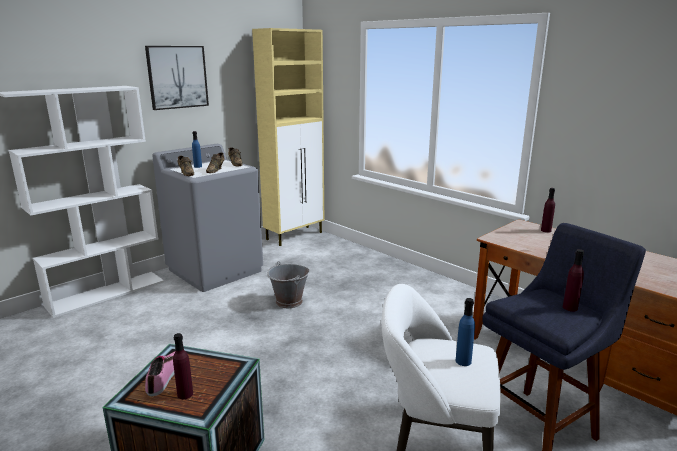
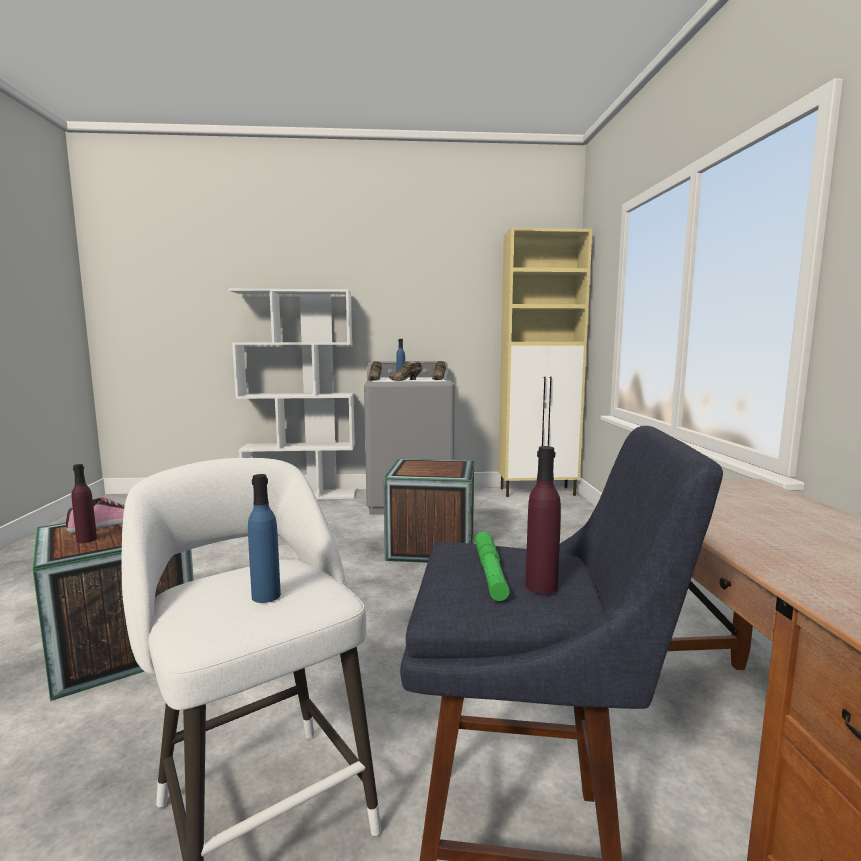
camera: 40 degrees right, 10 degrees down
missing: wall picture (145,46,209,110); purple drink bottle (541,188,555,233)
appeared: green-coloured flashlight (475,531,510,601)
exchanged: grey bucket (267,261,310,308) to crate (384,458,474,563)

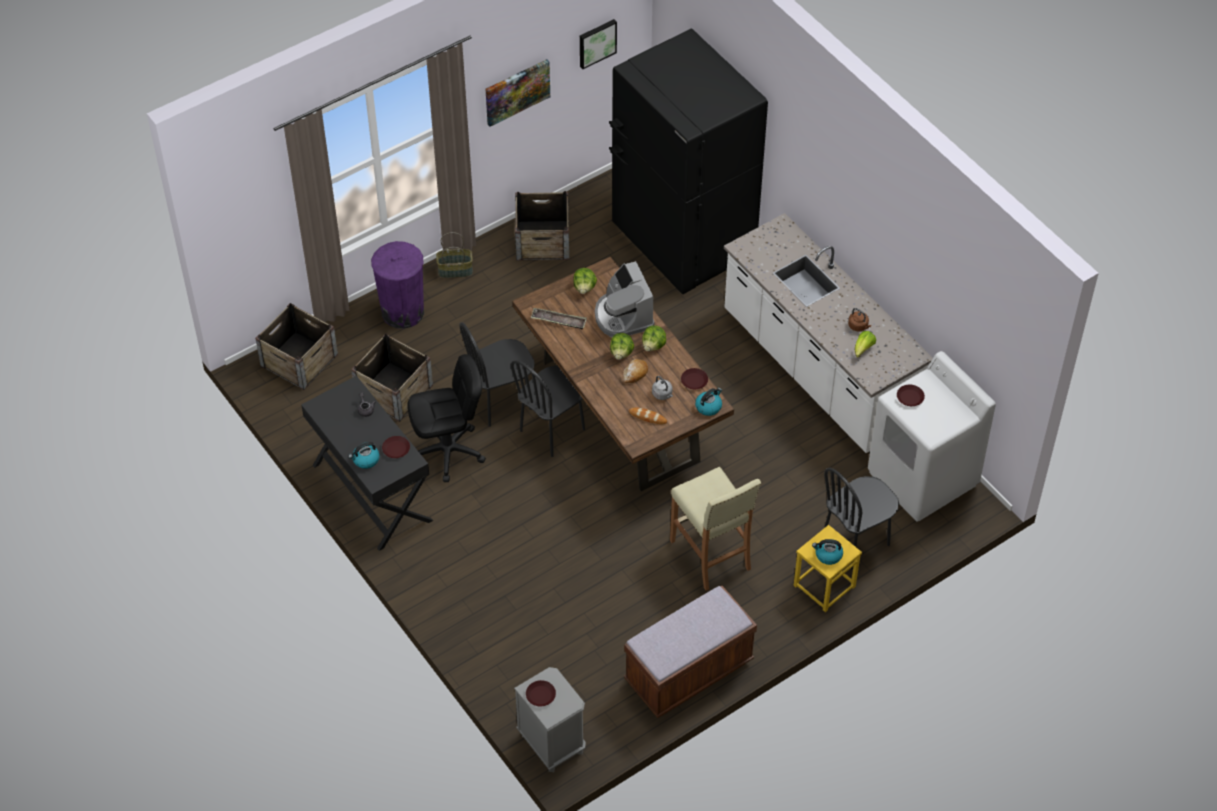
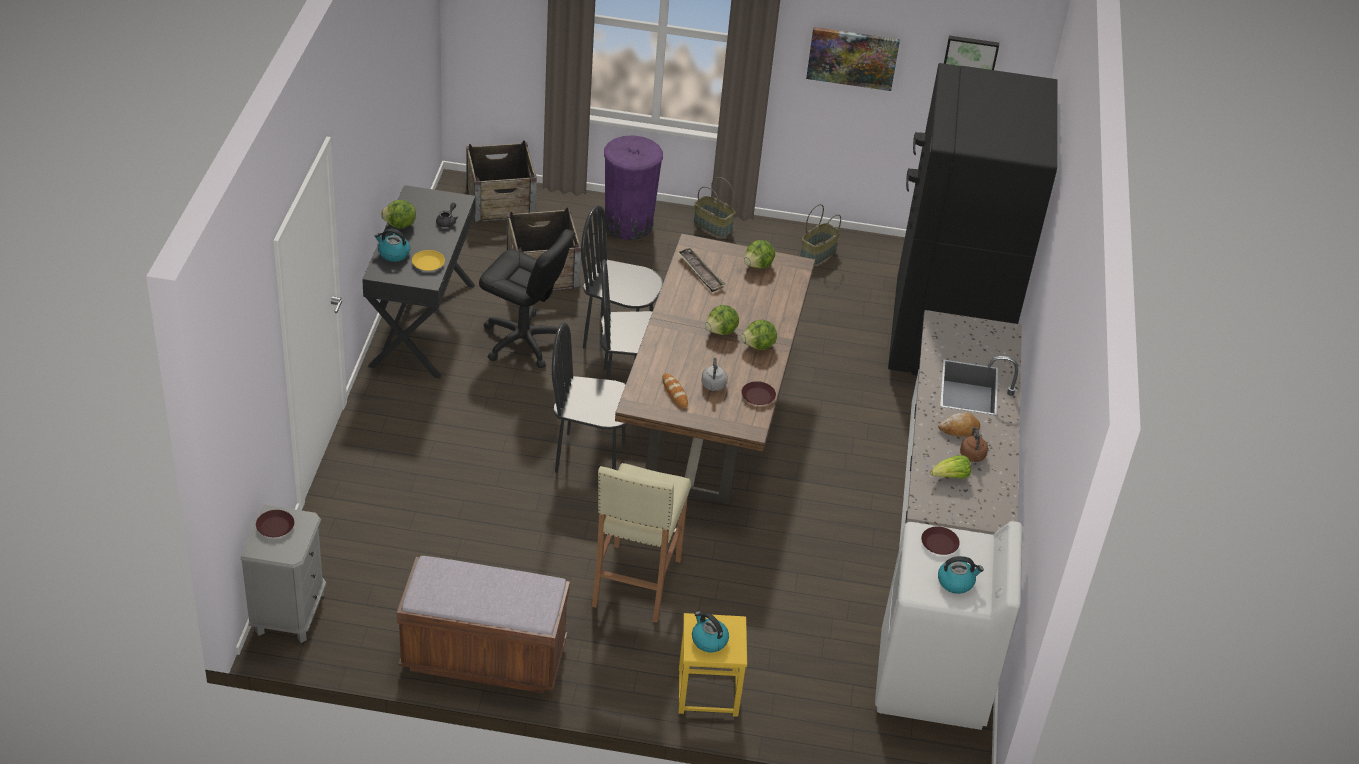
camera: 40 degrees right, 10 degrees down
missing: coffee maker (595,261,655,337)
appeared: lettuce head (381,200,416,229)
relocated: black-coloured chair (824,468,899,570) to (552,322,627,473); baked bread (623,359,648,383) to (938,412,980,437); water kettle (695,388,722,416) to (938,556,984,594)
exchanged: crate (515,191,569,261) to household basket (800,204,841,265)
colour: brownish flat dish (382,436,410,458) to yellow-coloured flat dish (412,250,445,271)

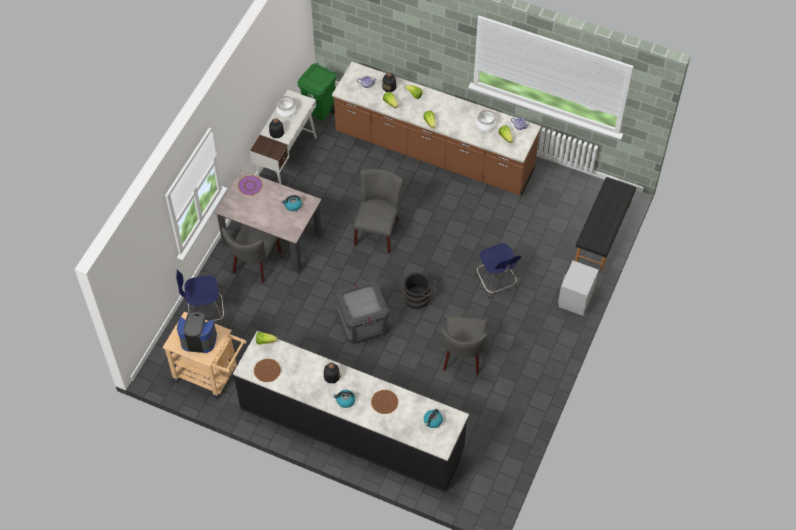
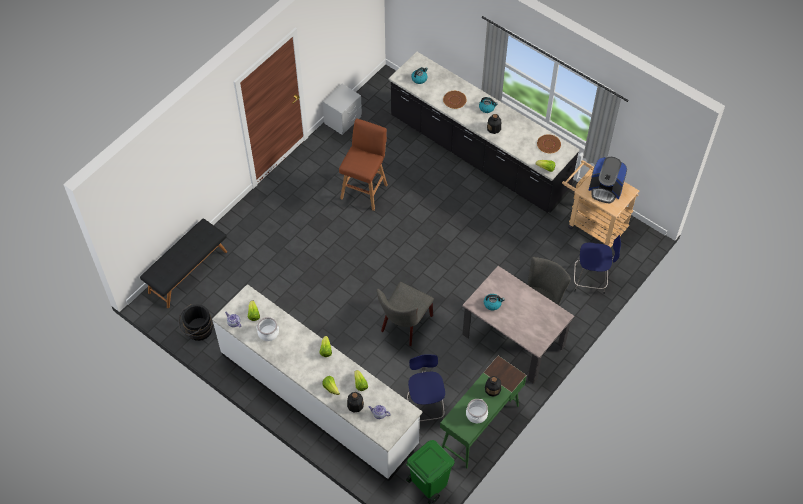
camera: 165 degrees left, 0 degrees up
missing: purple flat dish (238,175,262,195); crate (336,281,389,344)
relocated: black-coloured bucket (403,271,436,309) to (178,304,213,341); grey bedside table (558,261,599,316) to (322,84,362,135); blue-coloured stool seat (476,243,521,299) to (407,354,445,421)
exchanged: grey chair (441,315,488,375) to brownish stool seat (339,119,388,211)
colour: brownish counter (332,62,541,195) to white-coloured counter (212,284,422,482); white-coloured desk unit (250,90,317,184) to green-coloured desk unit (440,356,527,468)

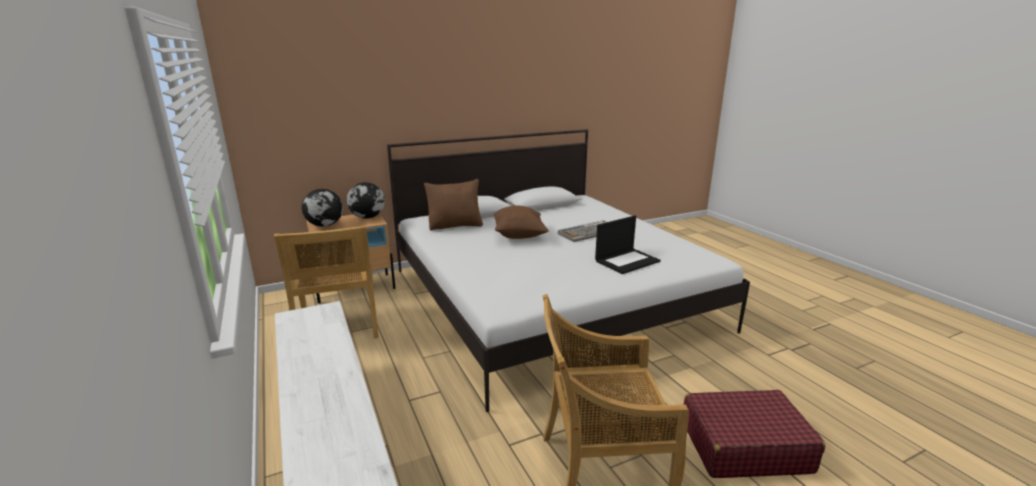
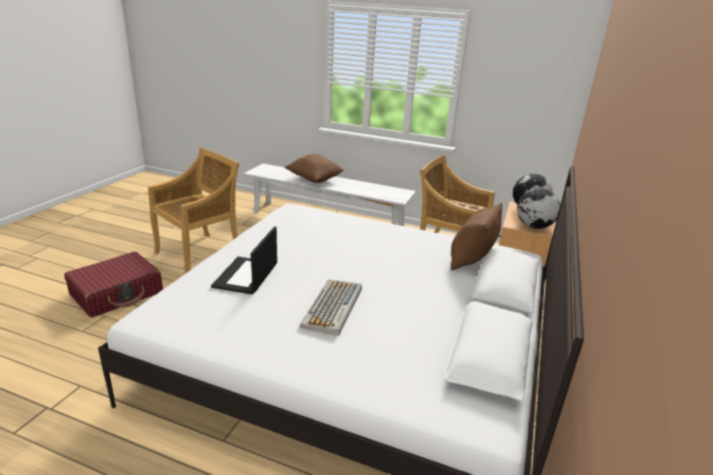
camera: 135 degrees right, 5 degrees up
relocated: brownish throw pillow (494,205,549,239) to (284,154,344,183)

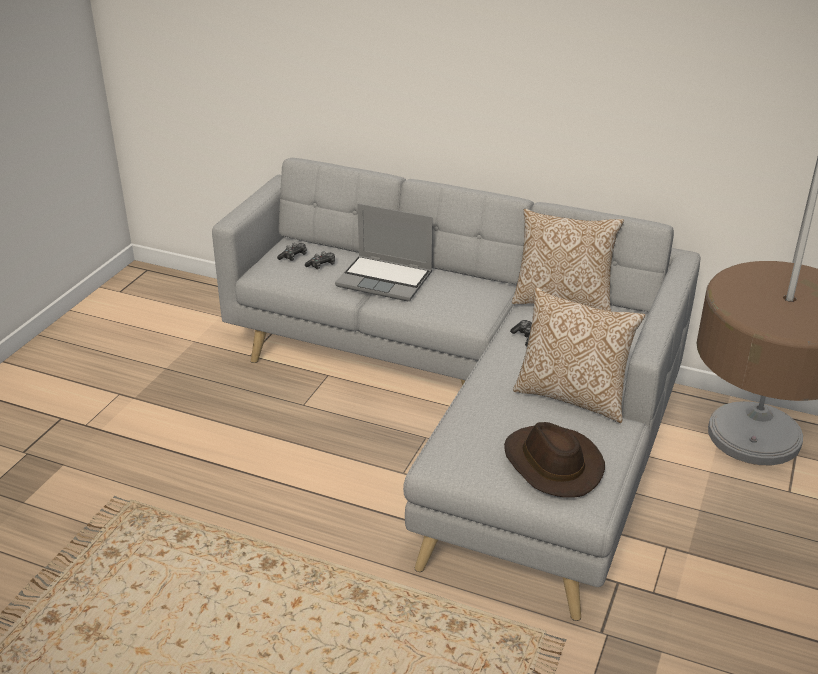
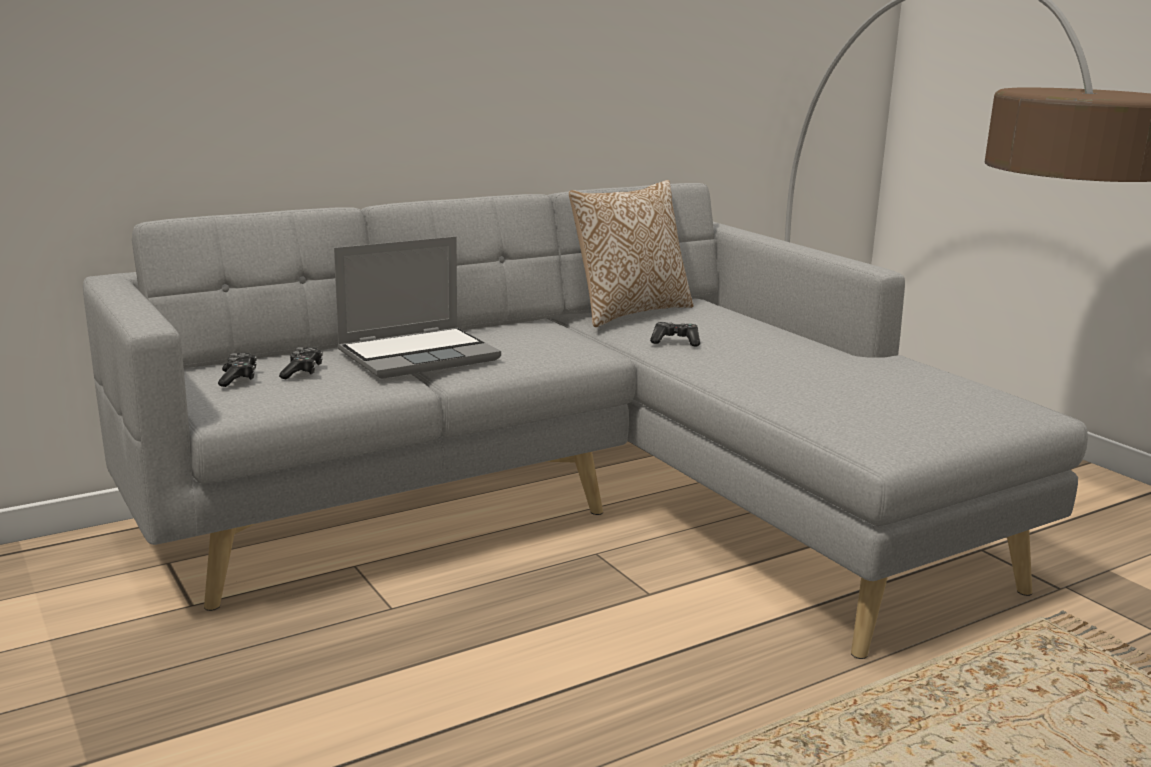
camera: 55 degrees left, 15 degrees down
missing: brownish clothing hat (504,422,605,498); throw pillow (513,288,645,423)

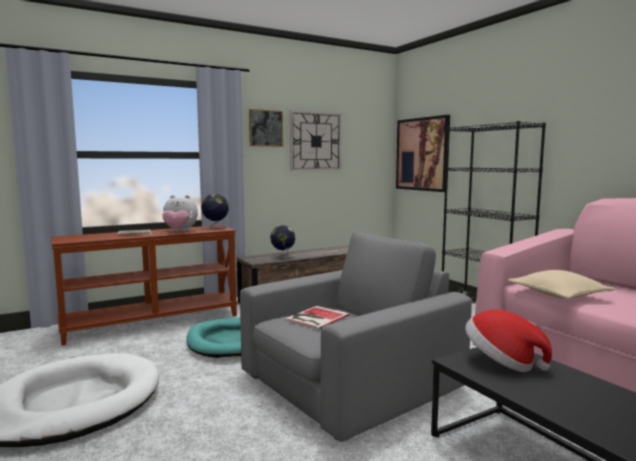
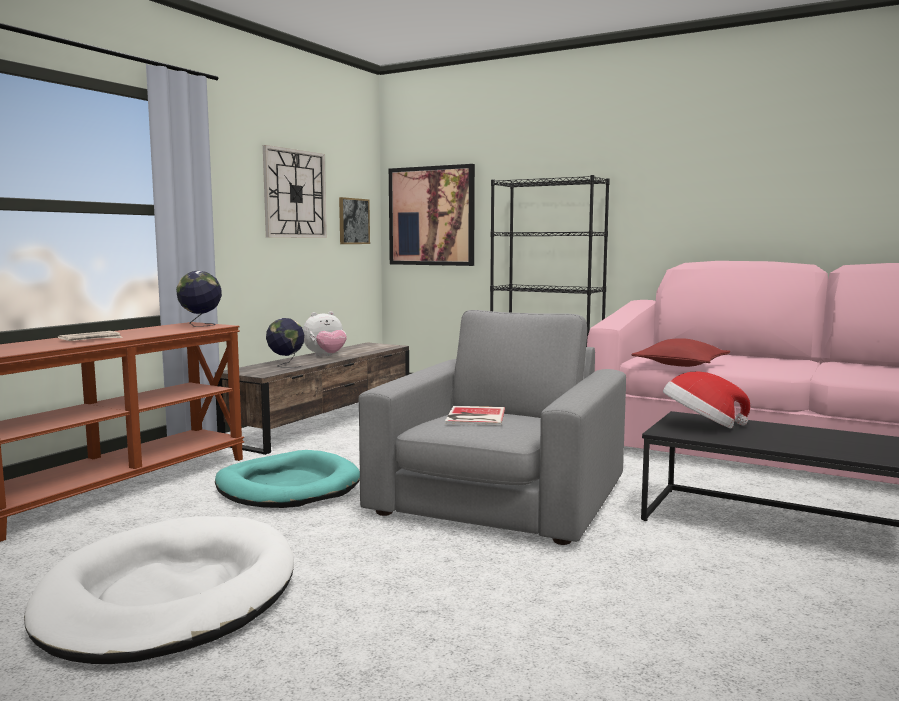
camera: 30 degrees left, 0 degrees up
relocated: soft toy (162,195,198,231) to (303,311,347,357); wall picture (249,109,283,147) to (339,197,370,244)
colour: sand-coloured throw pillow (507,270,616,299) to red-coloured throw pillow (632,338,730,367)

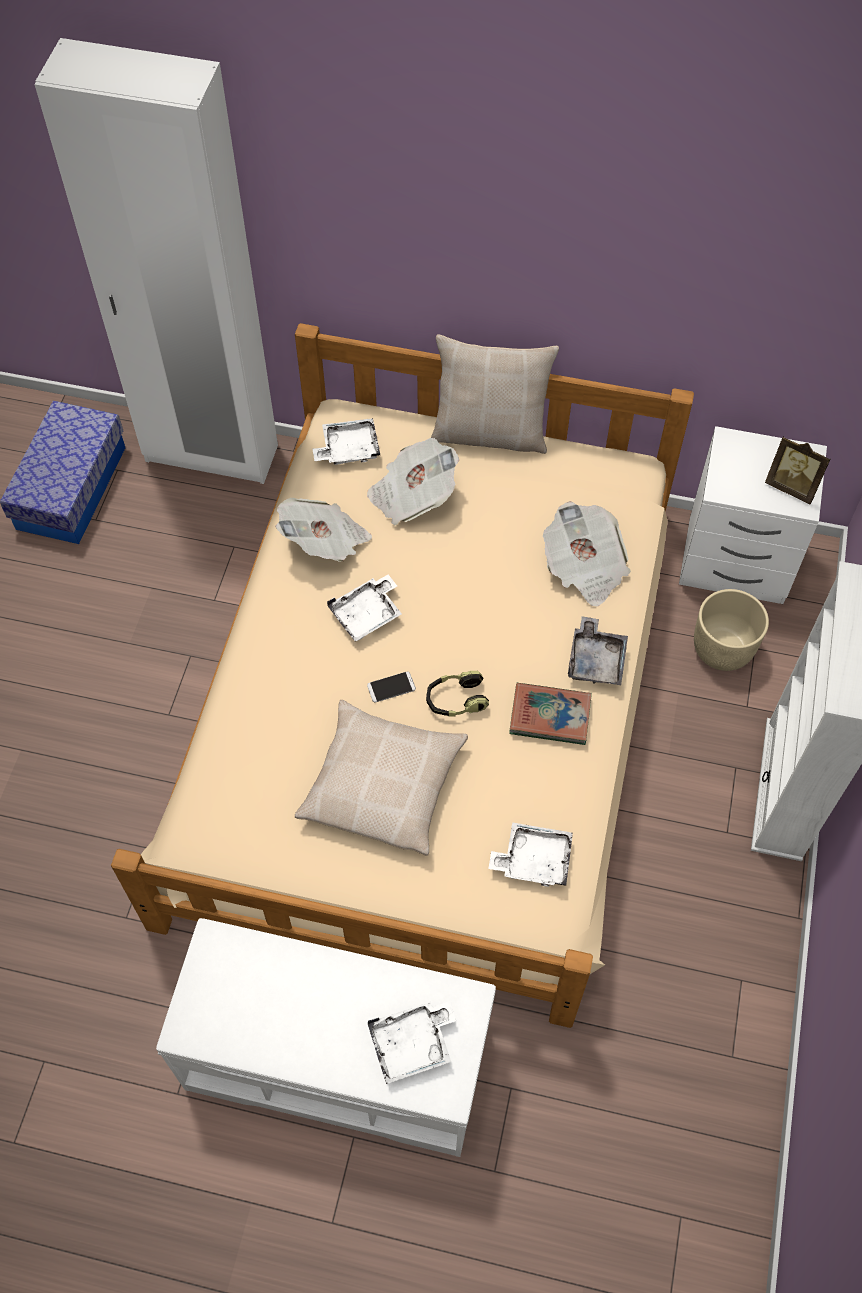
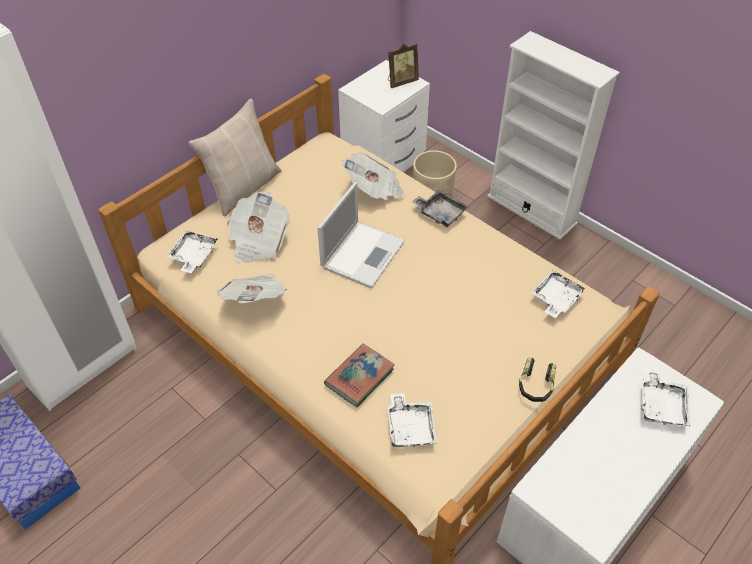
camera: 60 degrees left, 10 degrees down
missing: sand-coloured throw pillow (295,700,468,856); telephone (367,671,416,703)
appeared: portable computer (317,182,405,288)
relocated: bound book (509,683,592,745) to (324,344,395,407); white-coloured tray (327,575,402,642) to (388,393,437,448); pair of headphones (426,671,489,717) to (519,357,556,402)

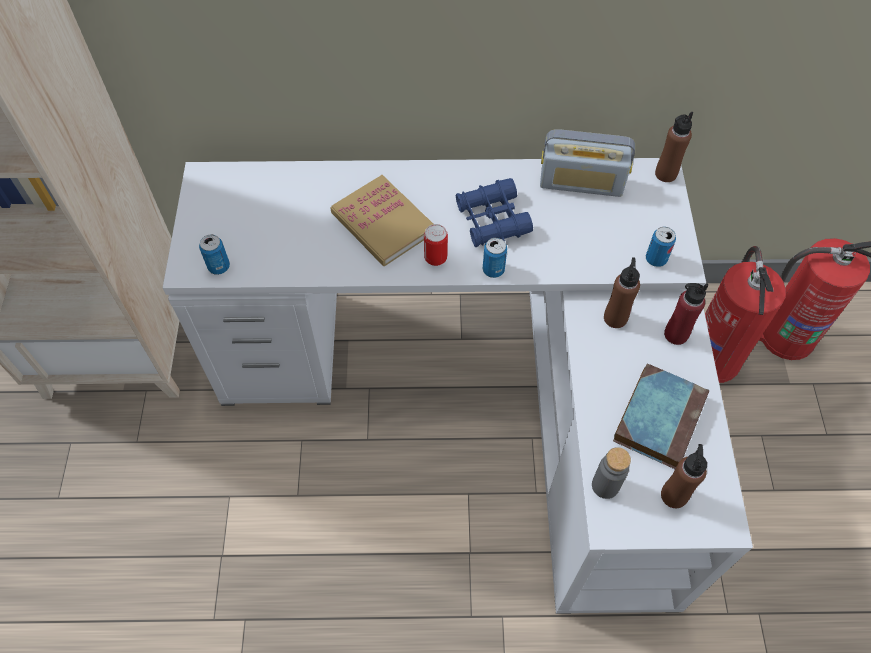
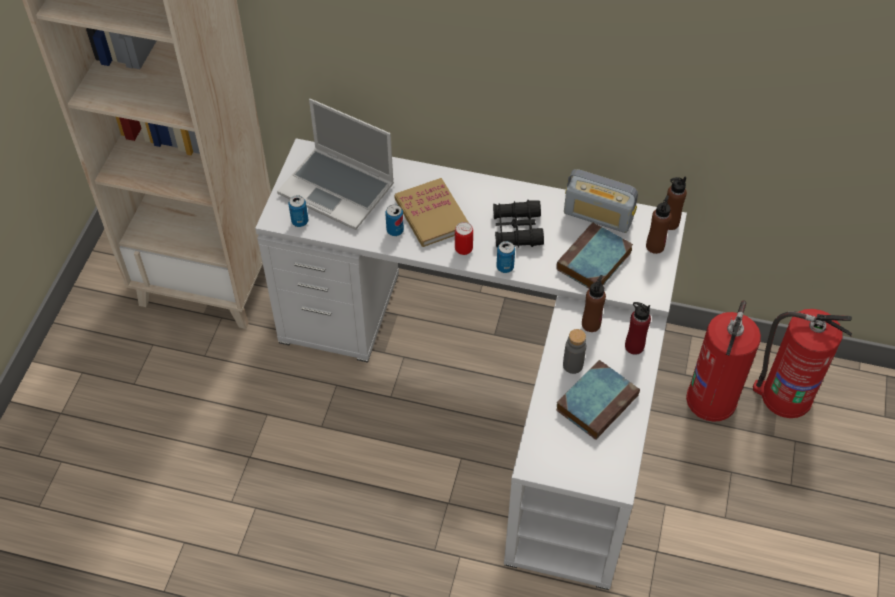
camera: 15 degrees right, 5 degrees down
appeared: portable computer (277,99,394,230); bound book (556,222,633,289)
relocated: sealed can (646,227,676,267) to (385,205,404,236); grey drink bottle (592,447,631,499) to (563,329,586,374); brownish drink bottle (661,444,707,508) to (646,195,672,254)
colour: blue-coloured binoculars (456,178,533,247) to black-coloured binoculars (493,200,544,248)

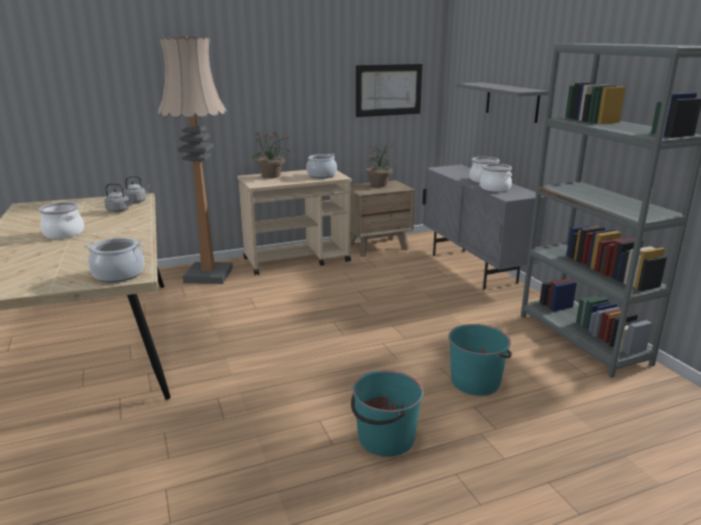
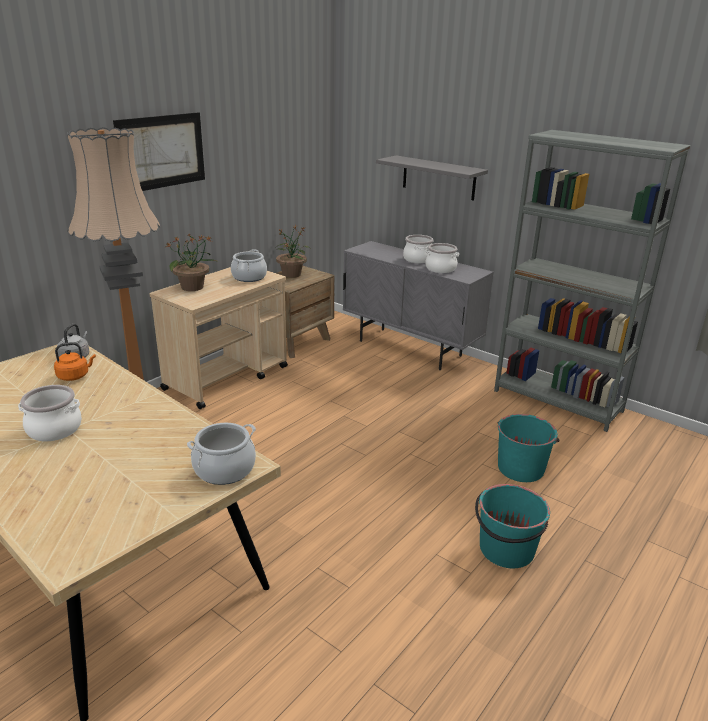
camera: 30 degrees left, 5 degrees up
relocated: wall picture (356,64,422,117) to (113,112,205,191)
colour: grey water kettle (104,183,134,212) to orangey water kettle (54,342,96,381)

